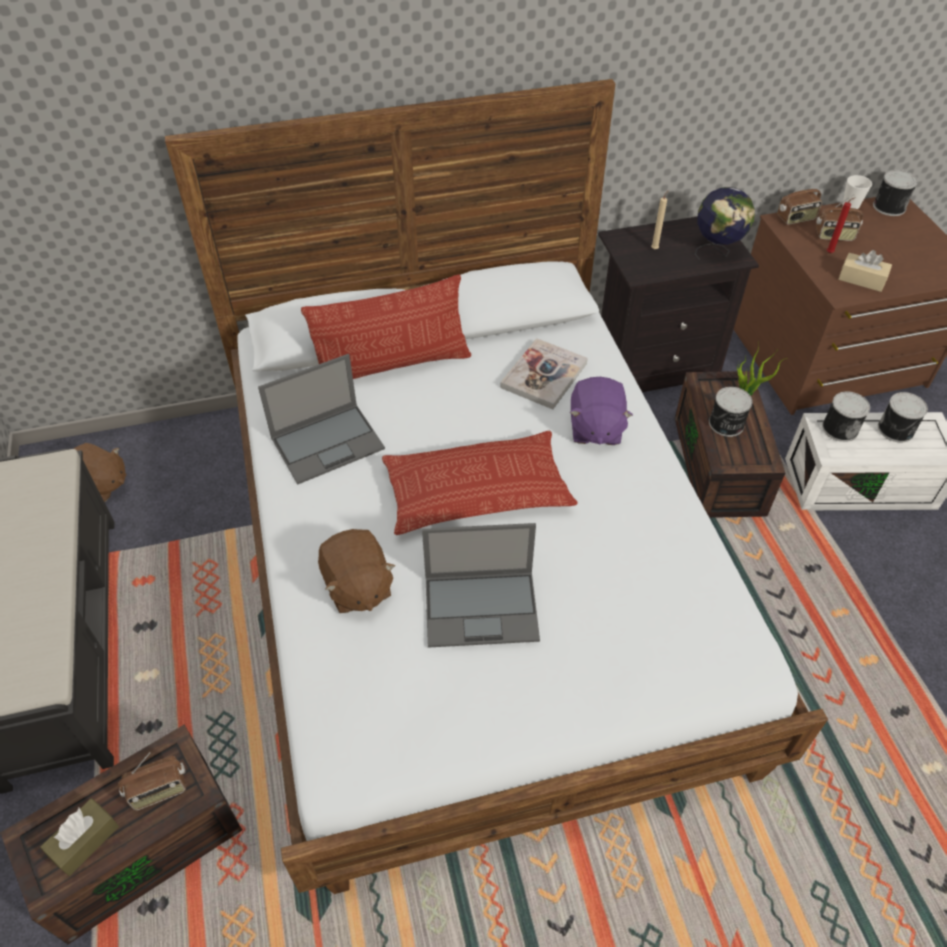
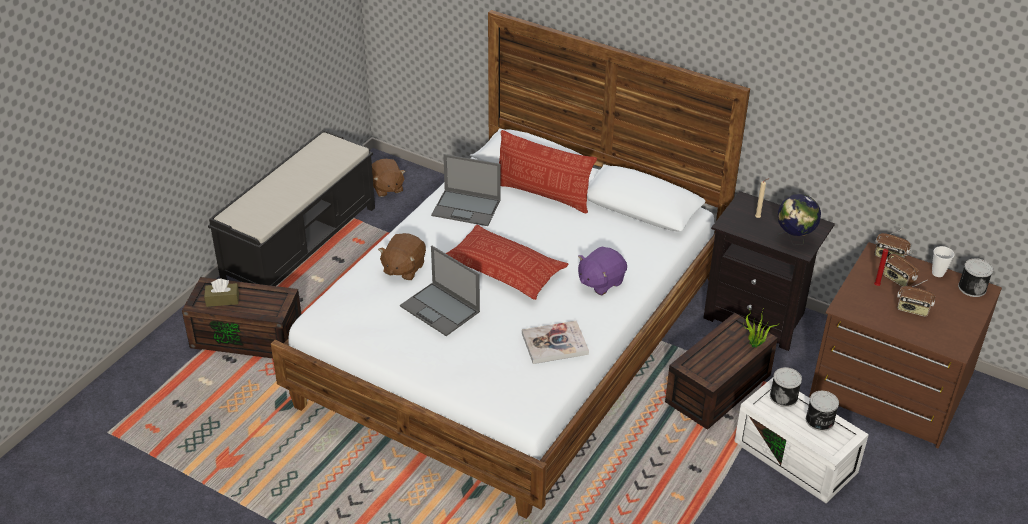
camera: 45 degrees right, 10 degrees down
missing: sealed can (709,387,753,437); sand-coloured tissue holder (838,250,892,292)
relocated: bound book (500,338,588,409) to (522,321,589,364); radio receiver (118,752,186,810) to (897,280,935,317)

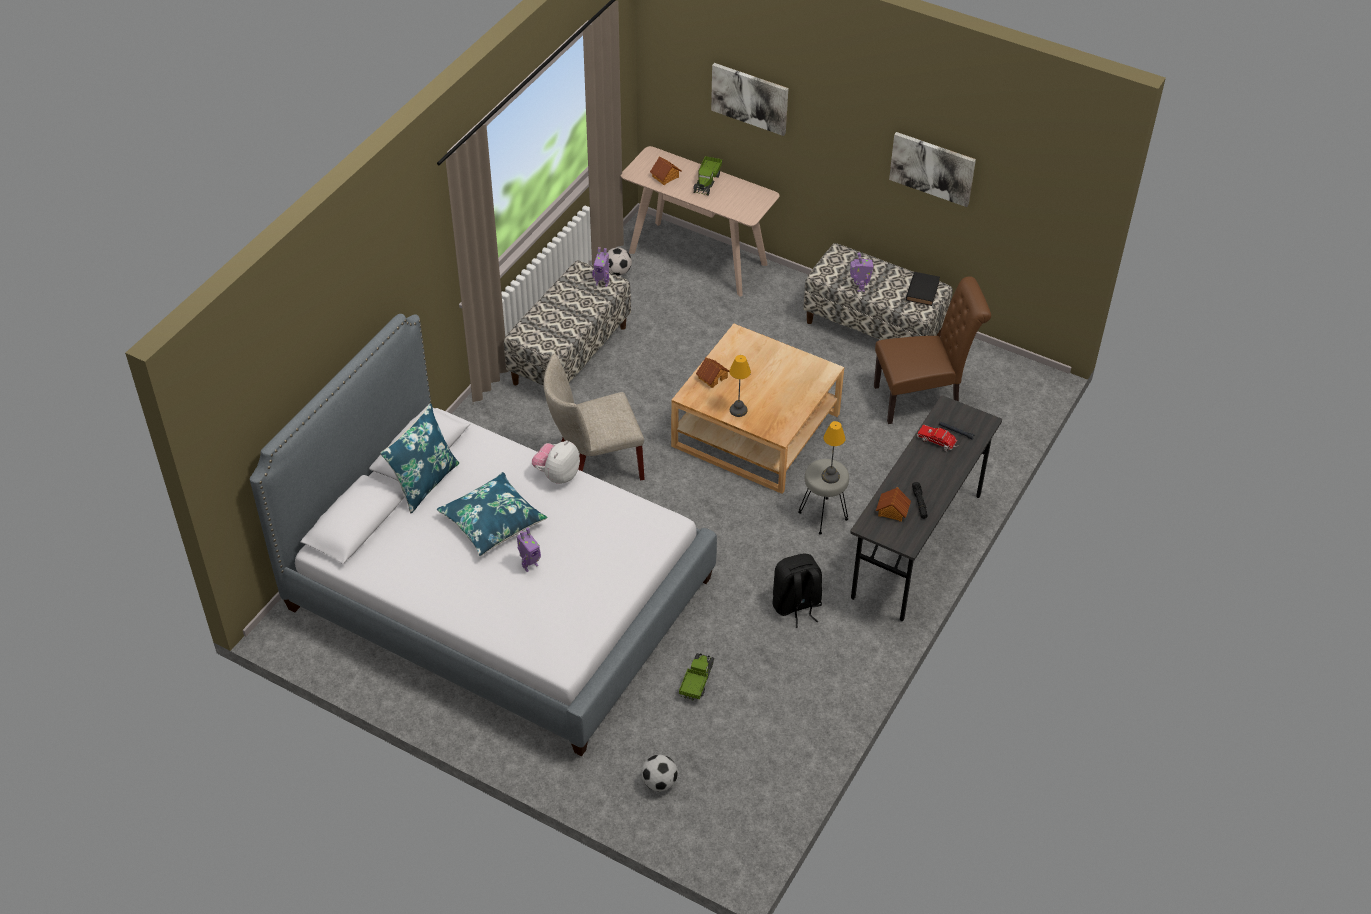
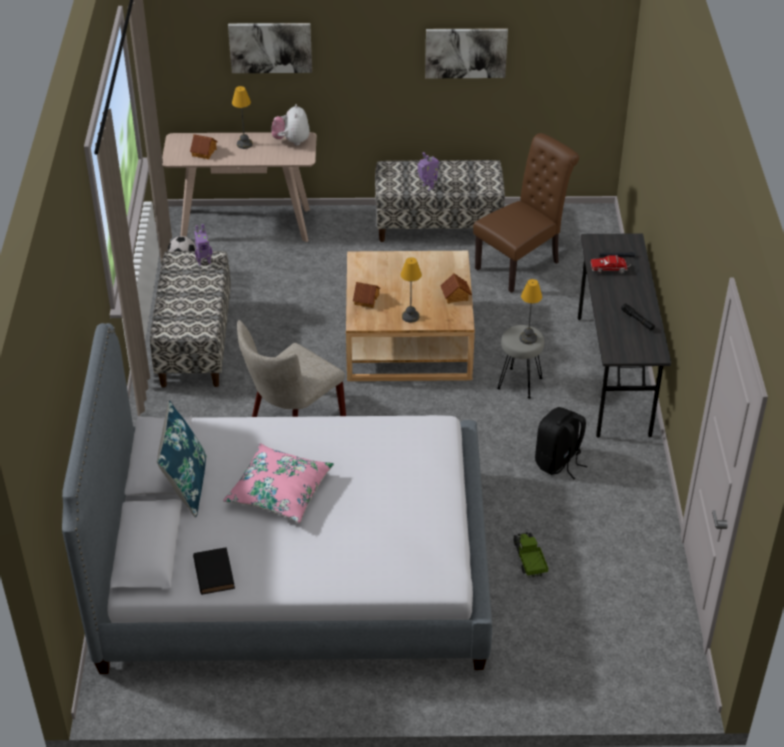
camera: 30 degrees left, 5 degrees down
missing: robot figure (517,528,541,572); football (641,754,678,792)
relocated: black-coloured bound book (906,272,940,306) to (193,547,235,595); soft toy (532,440,580,484) to (271,104,310,146); toy house (876,487,911,522) to (441,273,472,304)
exchanged: toy truck (693,156,722,196) to lamp for a table (232,86,253,149)
colour: blue-coloured throw pillow (437,472,548,556) to pink-coloured throw pillow (223,443,334,523)

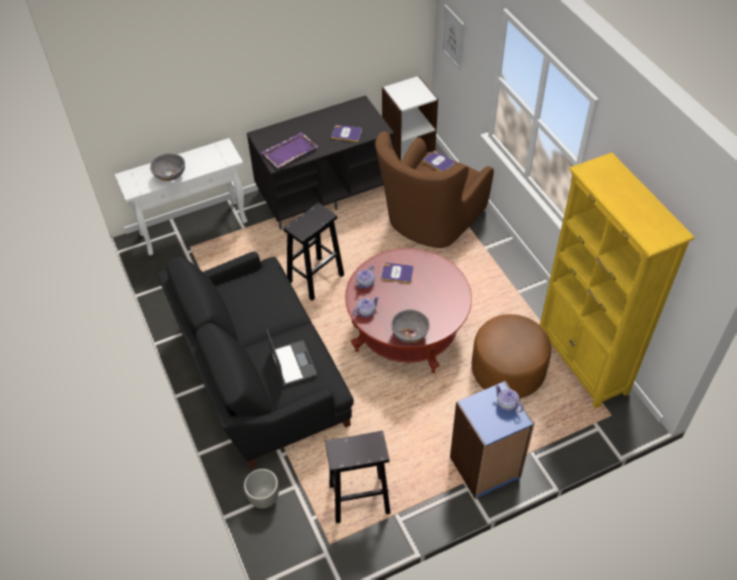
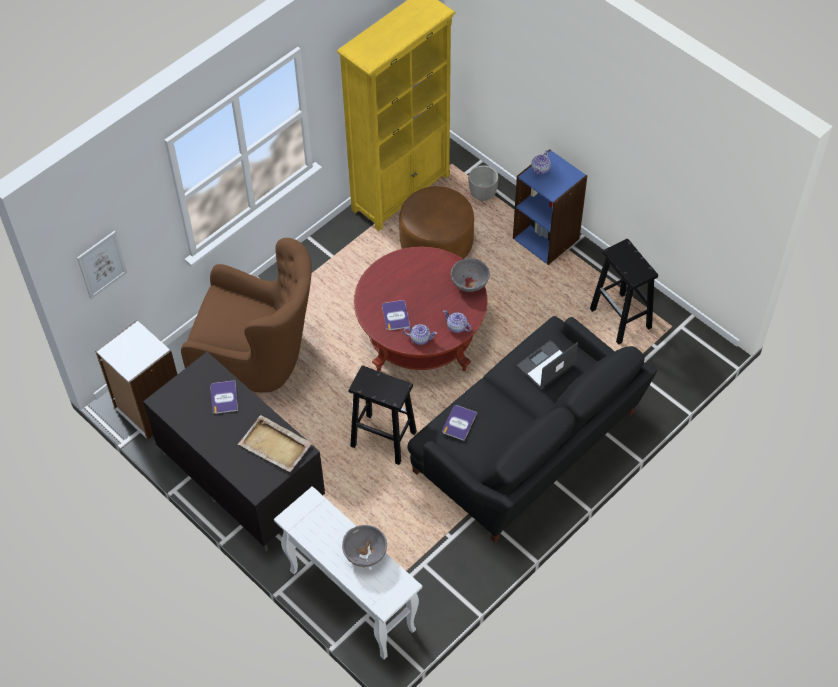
camera: 110 degrees left, 5 degrees up
relocated: bound book (423,151,455,171) to (442,405,477,441); plant pot (244,469,279,509) to (469,165,499,201)
colour: purple tray (261,132,319,168) to sand-coloured tray (238,415,312,472)

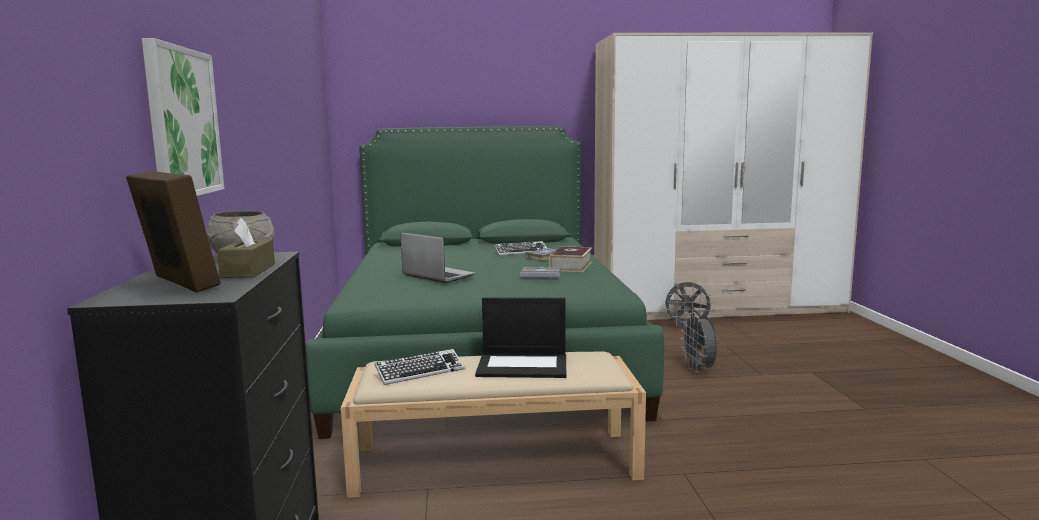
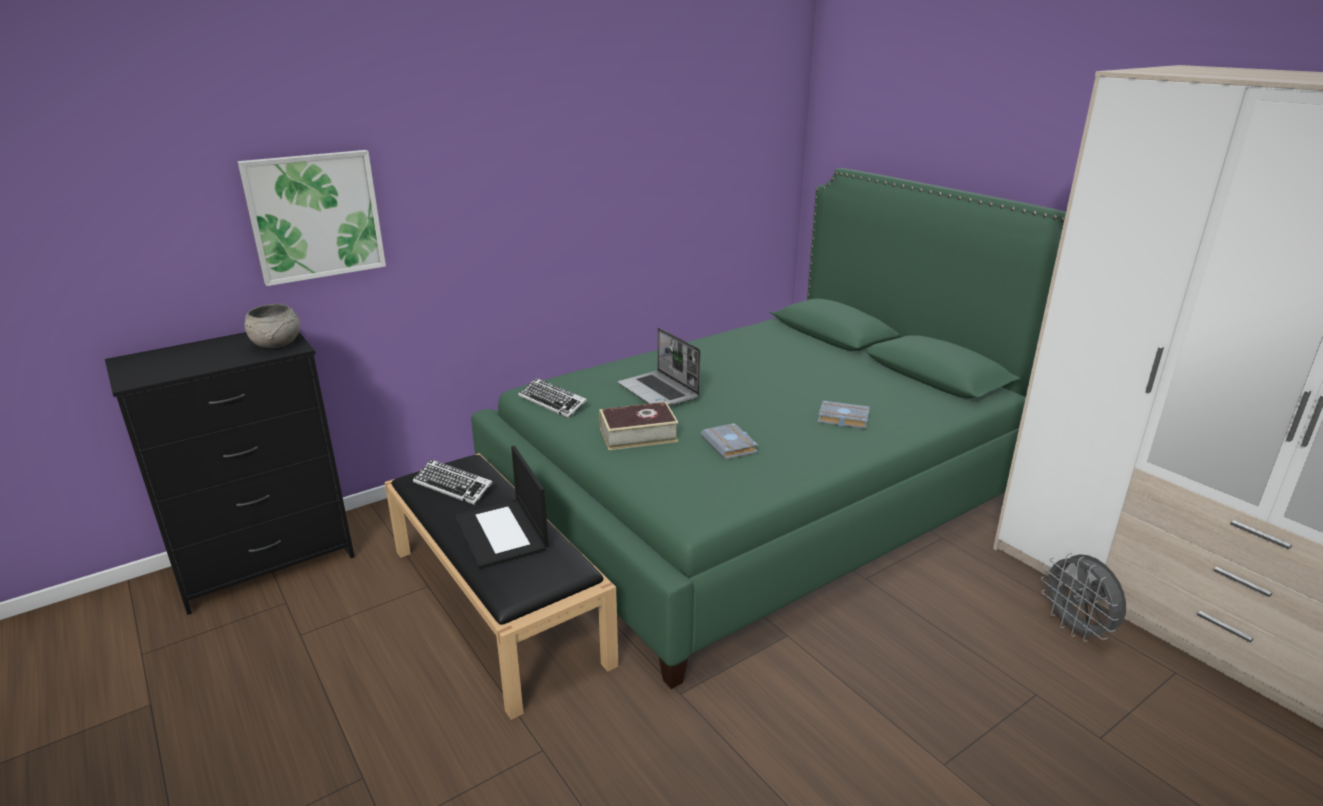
camera: 60 degrees right, 15 degrees up
missing: picture frame (126,171,221,293); brownish tissue holder (217,218,275,278); grey fan (681,312,718,372)
relocated: PC keyboard (494,241,547,256) to (518,378,587,418); bound book (549,246,592,272) to (599,402,678,450)
colour: sand-coloured bench (340,351,646,498) to black-coloured bench (384,453,619,720)
spun: portable computer (401,232,476,283) = (618,328,701,406) 135 degrees clockwise

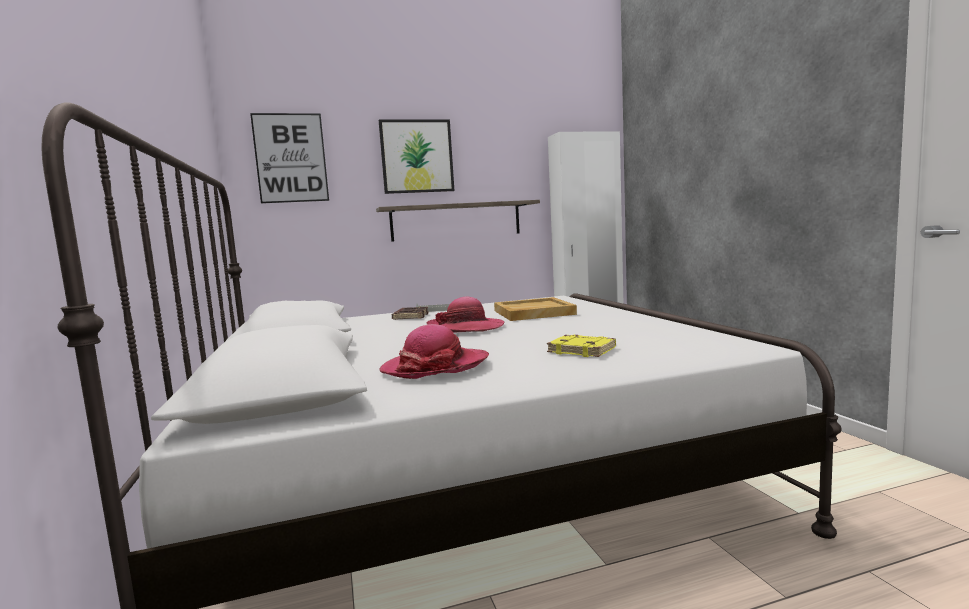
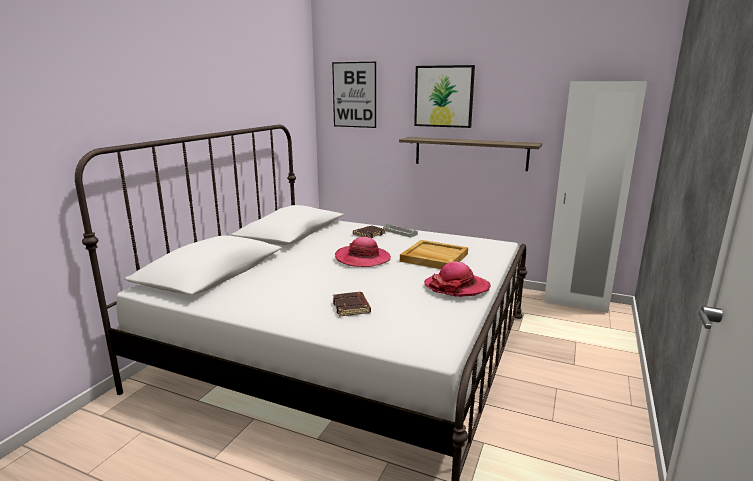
camera: 40 degrees right, 10 degrees up
relocated: clothing hat (380,324,489,379) to (424,262,491,297)
colour: yellow-coloured bound book (547,335,616,357) to brownish bound book (333,292,371,317)

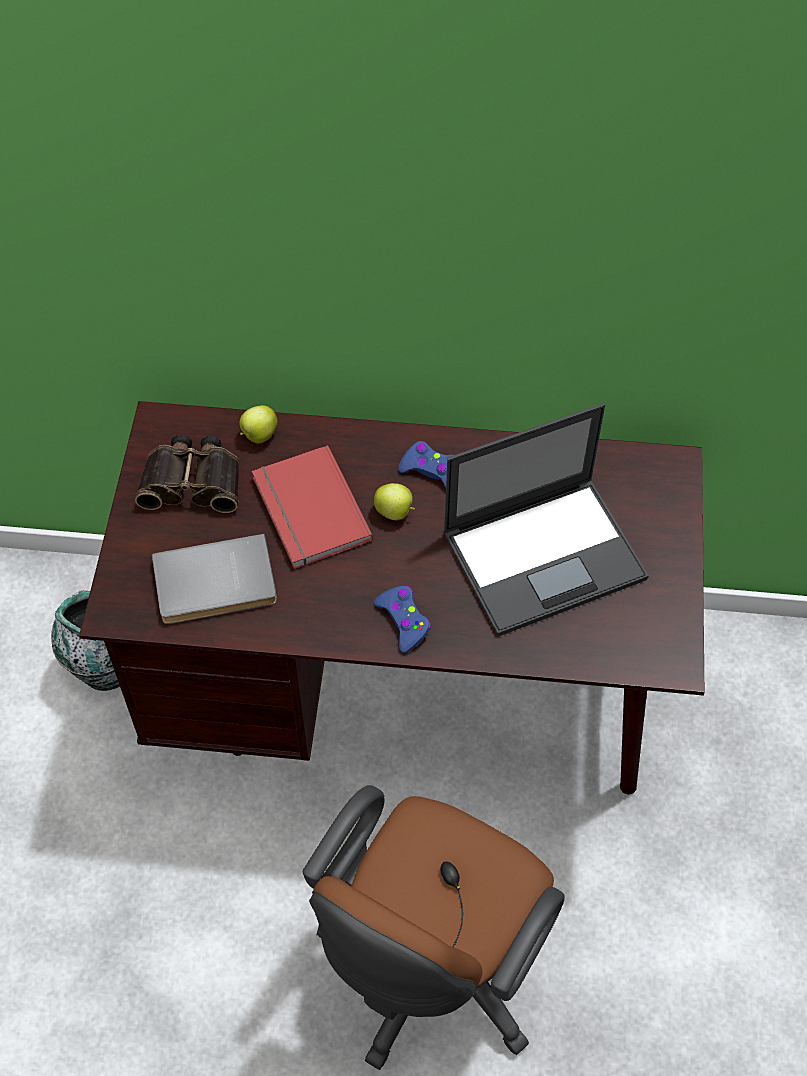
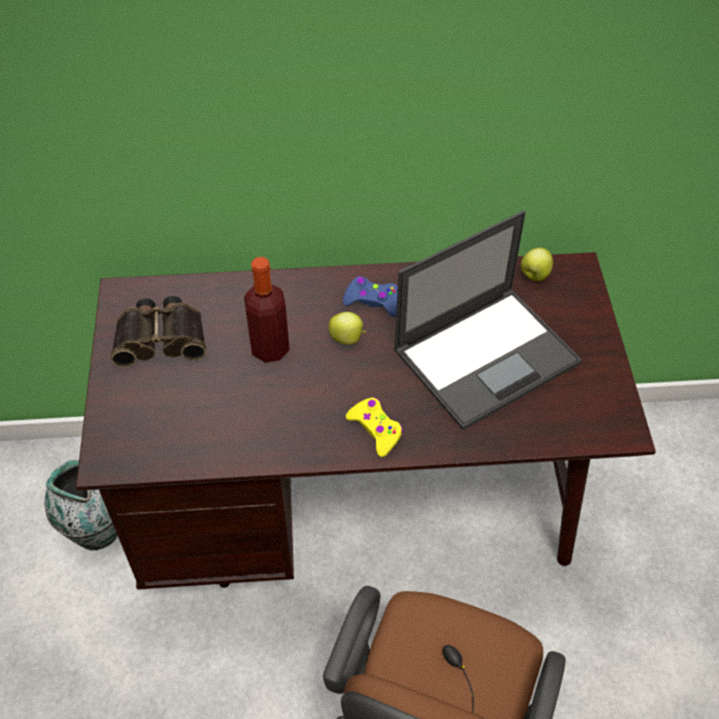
camera: 10 degrees left, 5 degrees down
missing: grey bound book (152,534,277,624)
relocated: apple fruit (239,405,278,443) to (521,247,553,281)
exchanged: red-coloured bound book (252,445,373,569) to drink bottle (244,257,290,363)
colour: blue-coloured game controller (374,586,431,653) to yellow-coloured game controller (346,397,403,457)

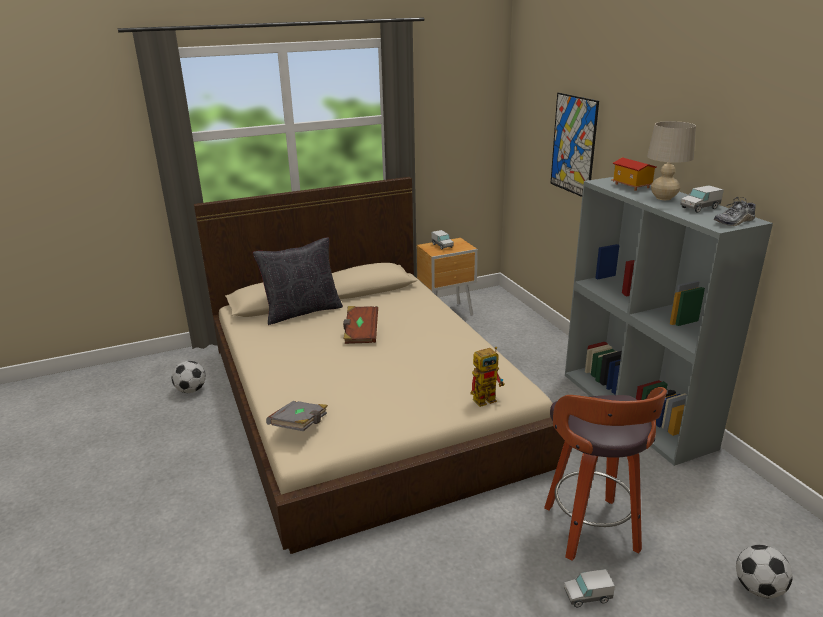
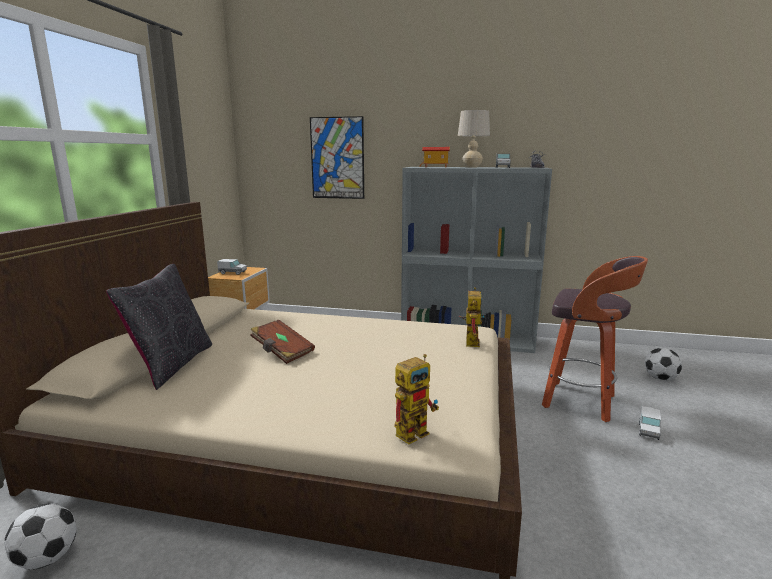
camera: 55 degrees left, 10 degrees down
exchanged: grey bound book (266,401,328,431) to robot figure (394,354,439,444)

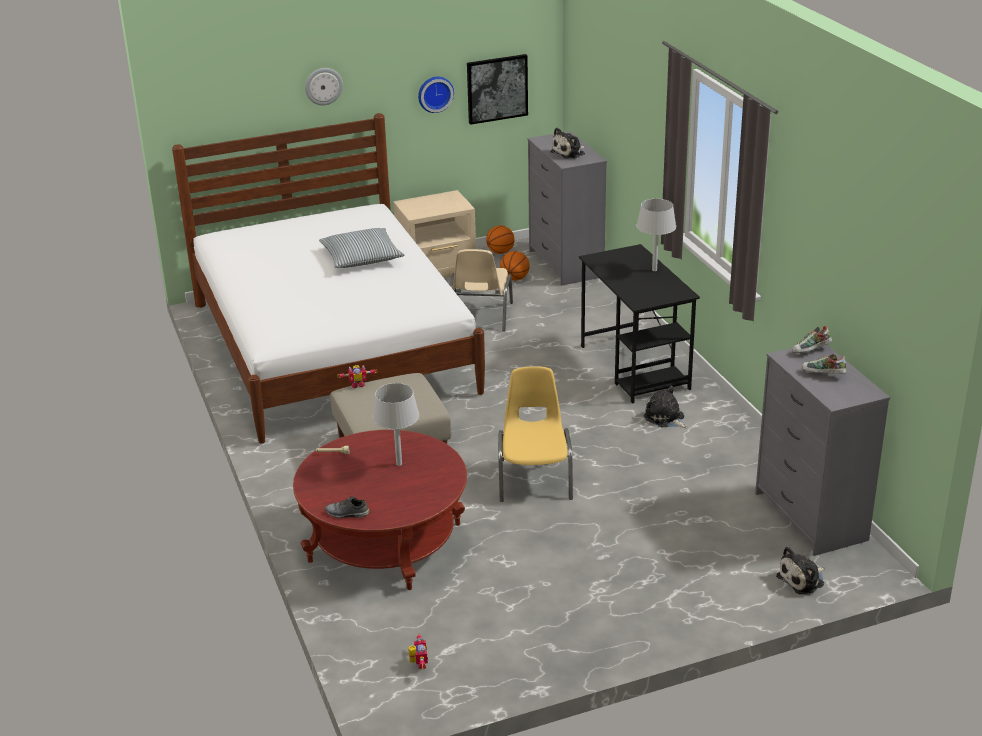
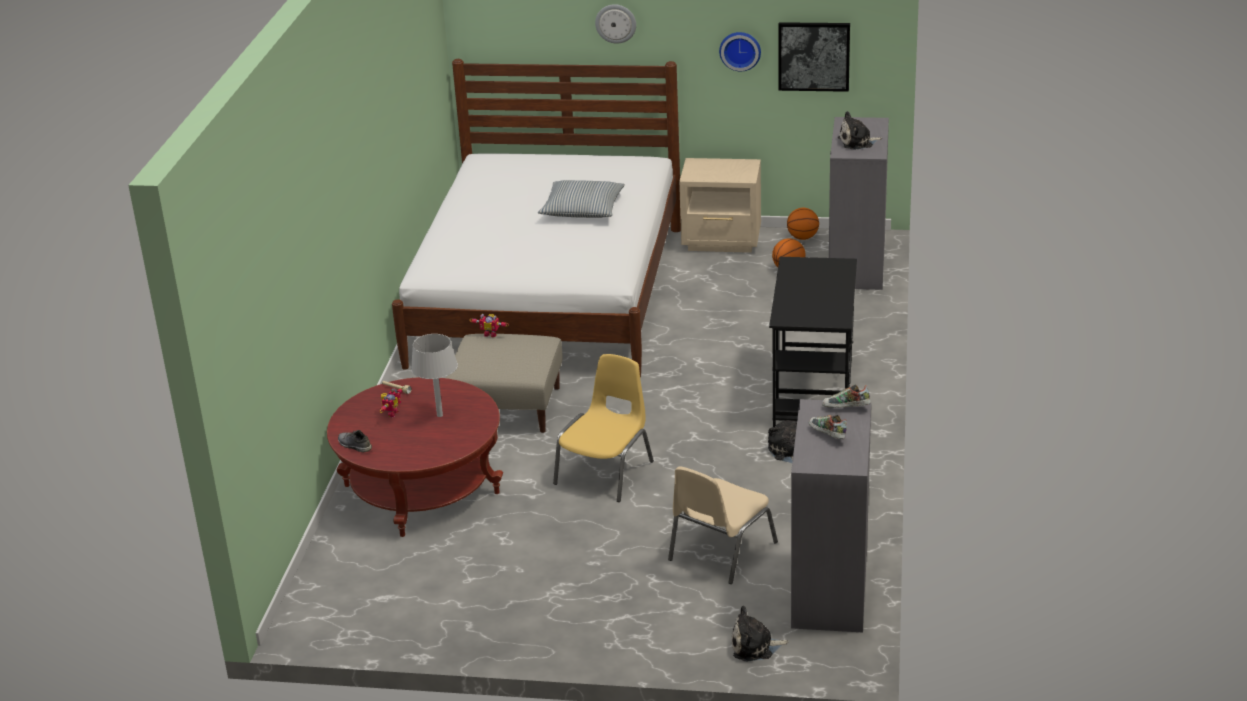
camera: 30 degrees right, 0 degrees up
missing: grey lamp for a table (636,199,676,271)
relocated: robot figure (408,635,428,669) to (380,388,403,417); sand-coloured chair (450,249,513,332) to (668,466,778,584)

